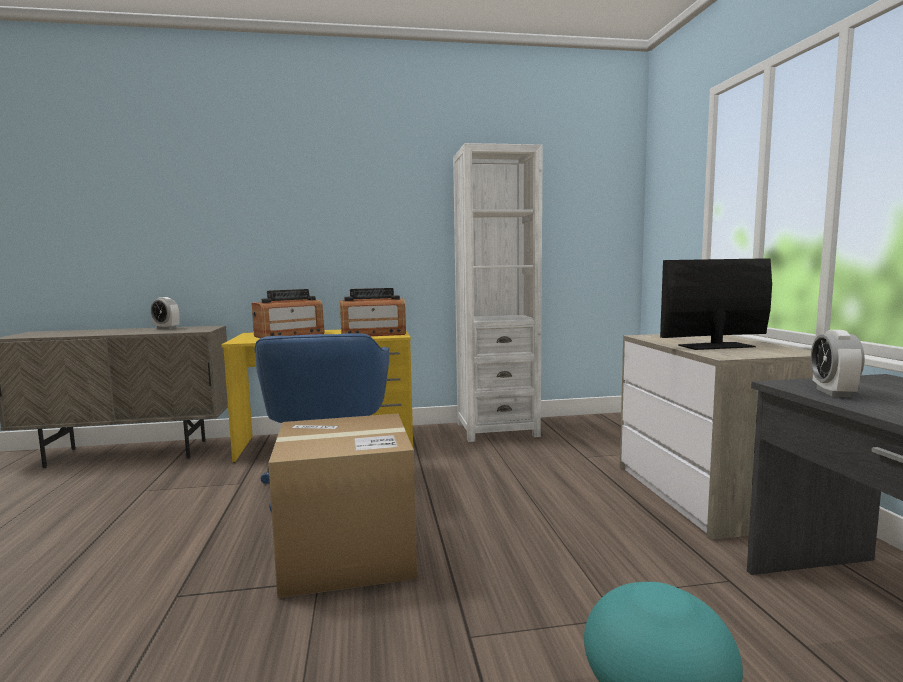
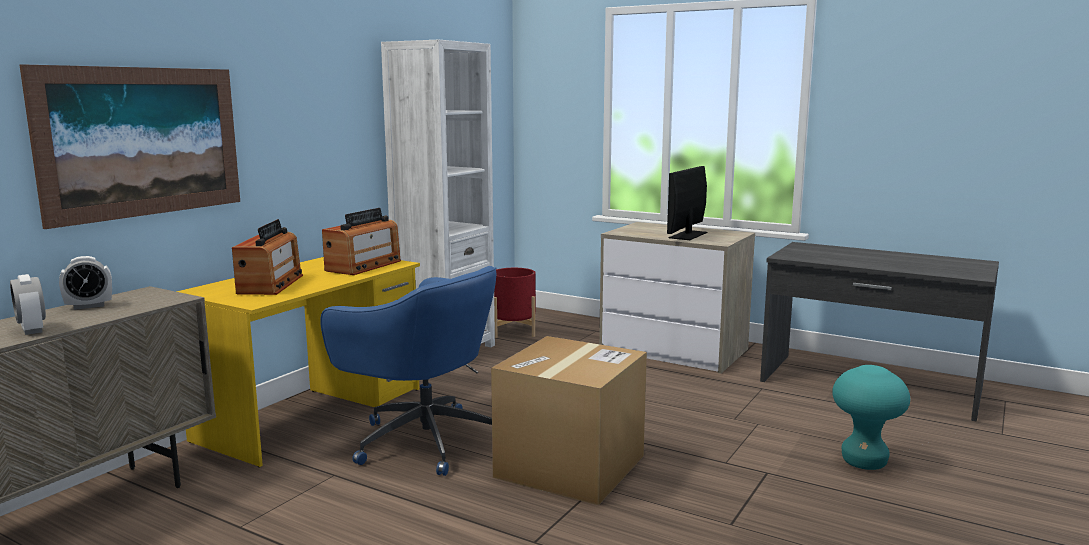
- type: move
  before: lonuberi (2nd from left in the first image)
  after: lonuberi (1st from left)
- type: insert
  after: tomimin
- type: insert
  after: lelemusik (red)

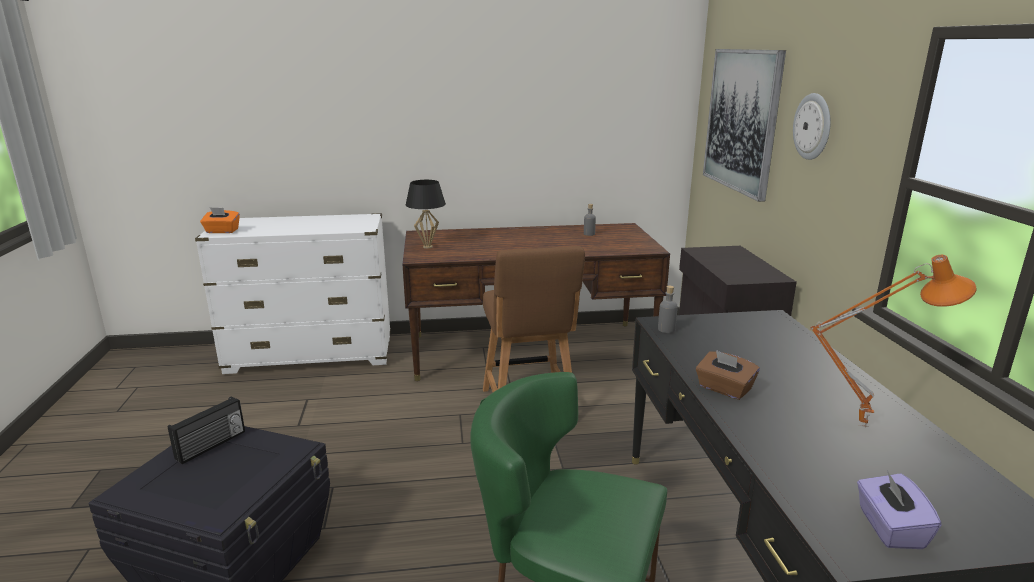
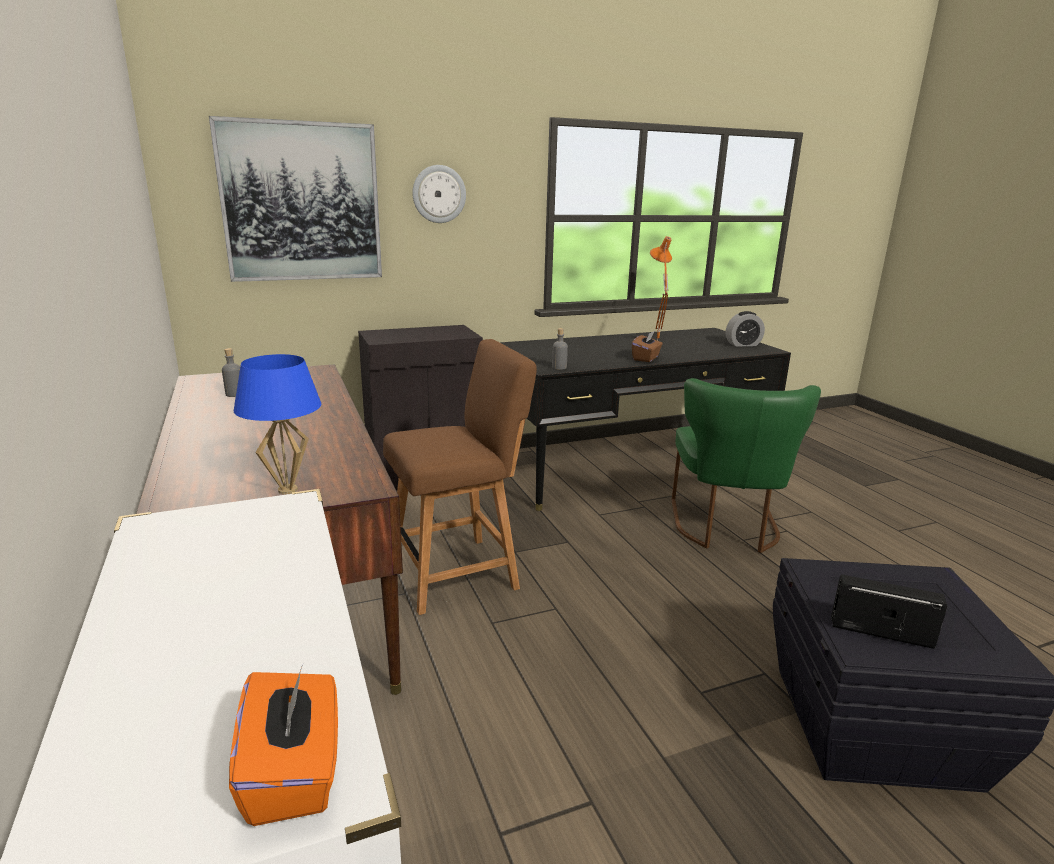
- type: recolor
  before: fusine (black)
  after: fusine (blue)
- type: replace
  before: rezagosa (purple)
  after: lonuberi

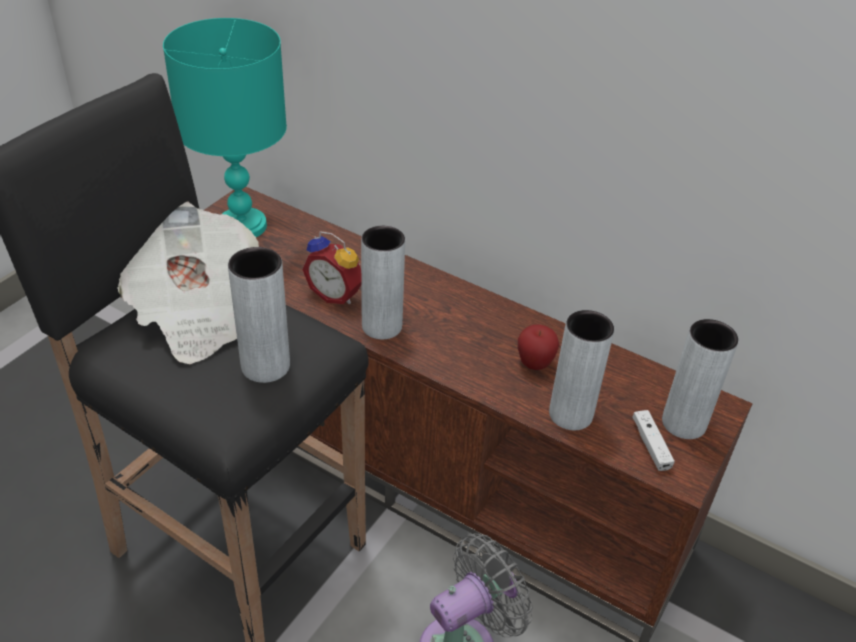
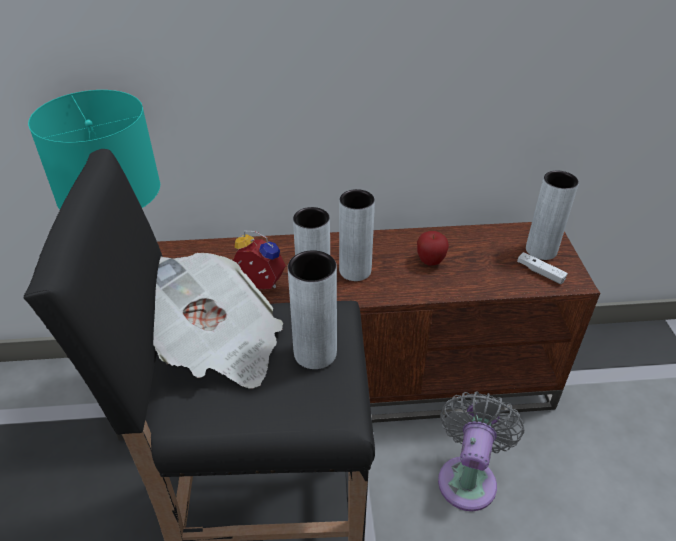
- type: rotate
  before: lonuberi
  turn: -150
- type: move
  before: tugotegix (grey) (3rd from left)

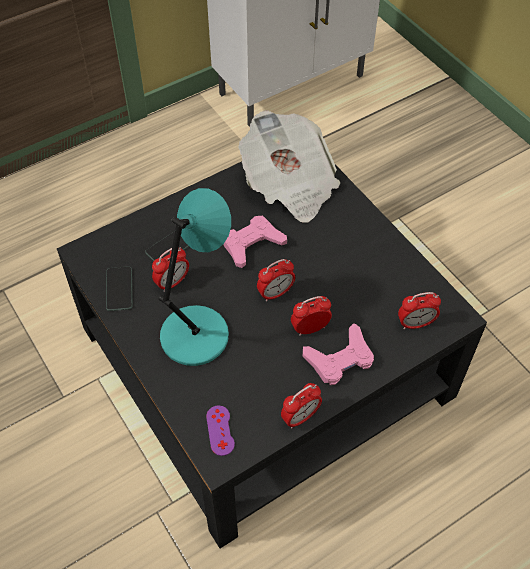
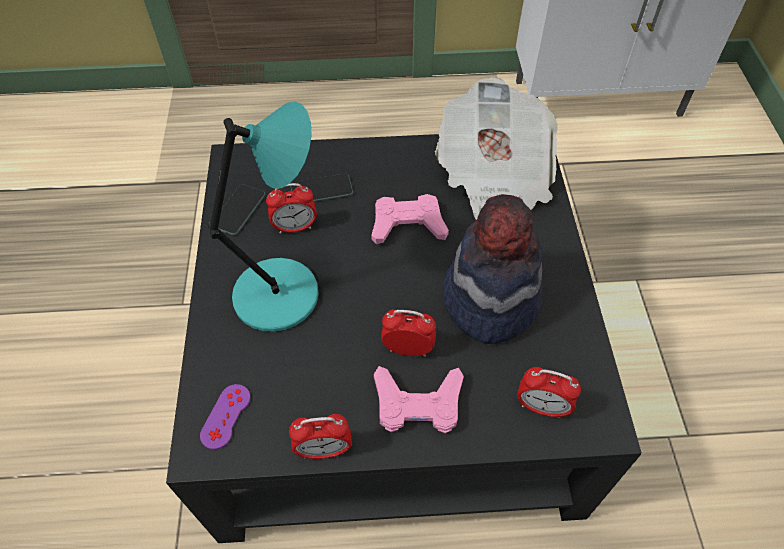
- type: insert
  after: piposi
- type: delete
  before: lonuberi (2nd from left)

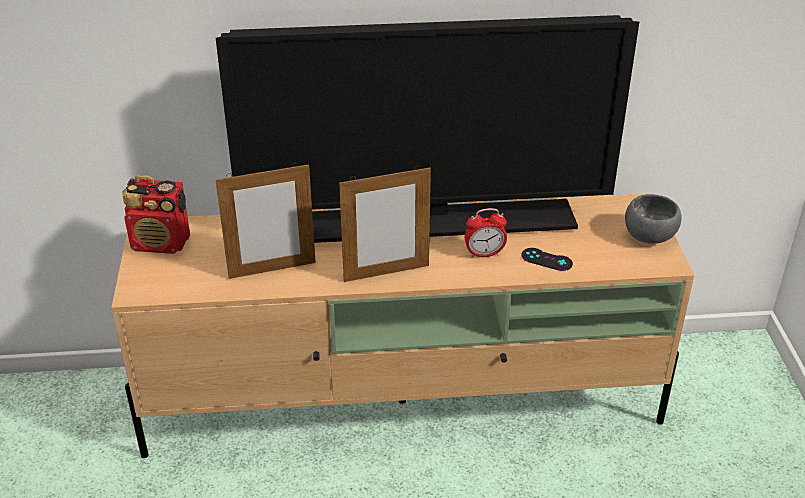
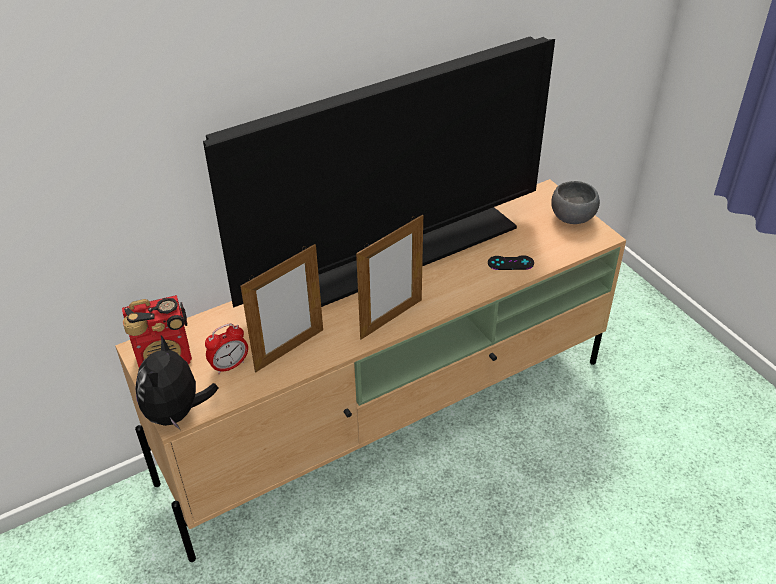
- type: insert
  after: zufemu
- type: move
  before: lonuberi

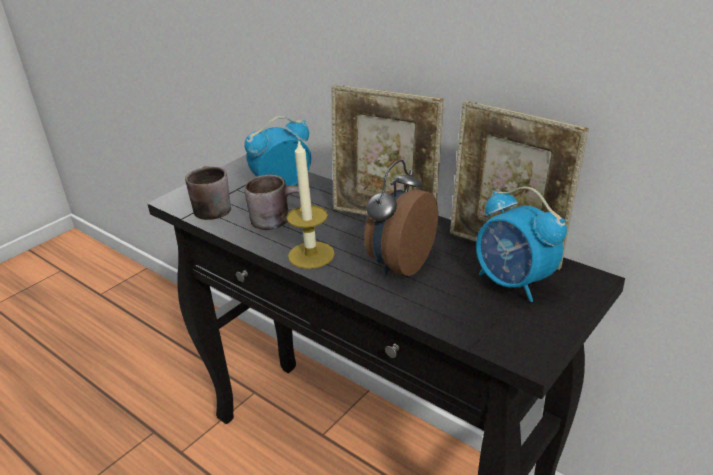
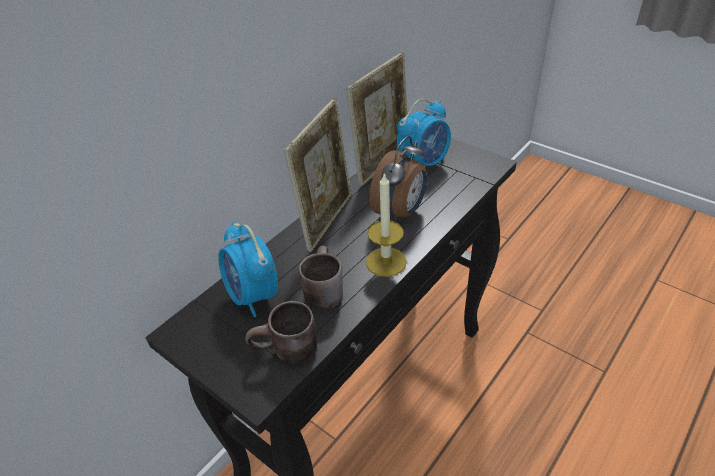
- type: rotate
  before: lonuberi (2nd from left)
  turn: -90

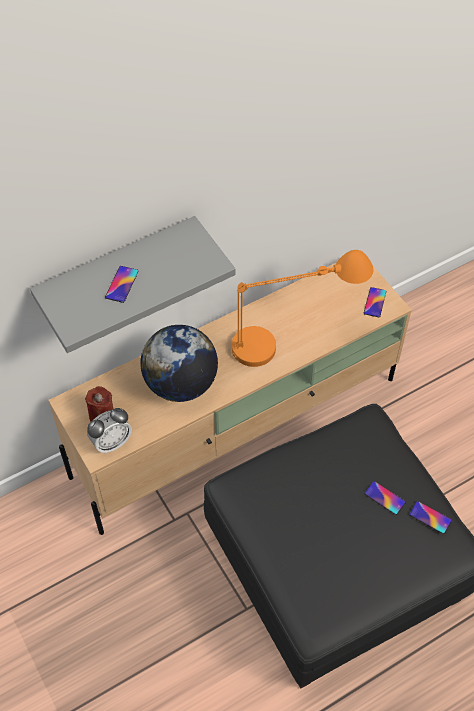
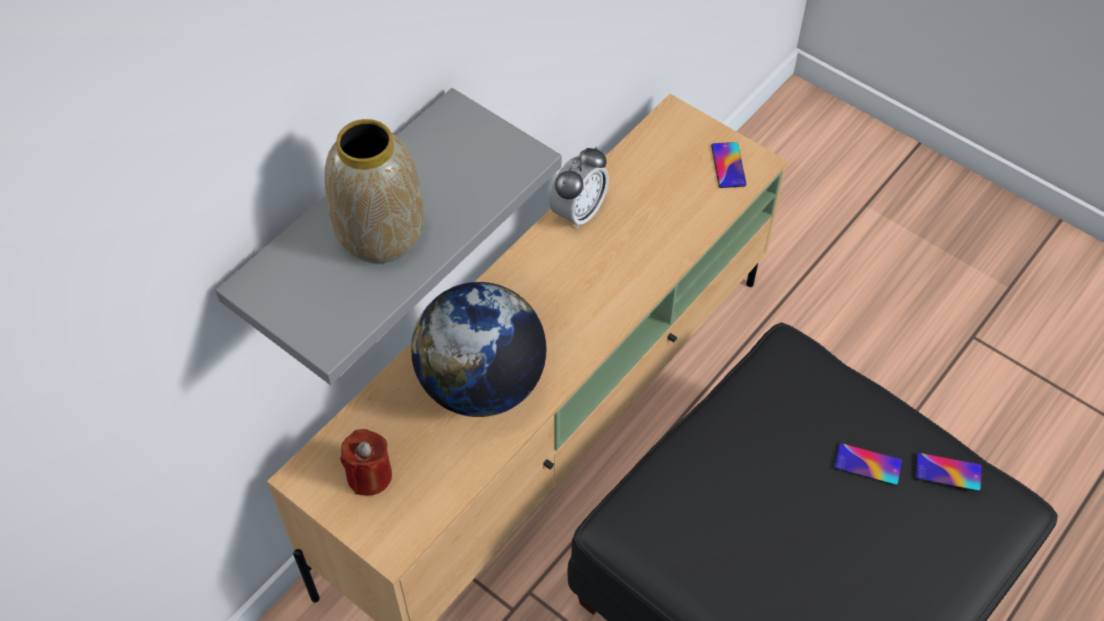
- type: replace
  before: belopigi (1st from left)
  after: tugotegix
- type: move
  before: lonuberi
- type: delete
  before: fusine (orange)

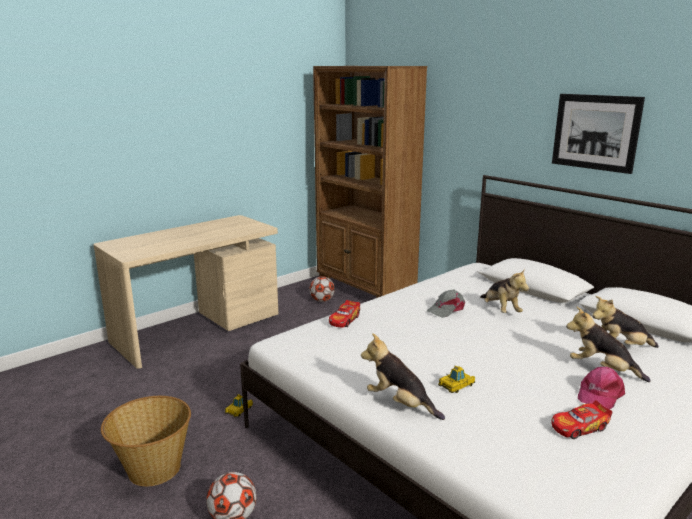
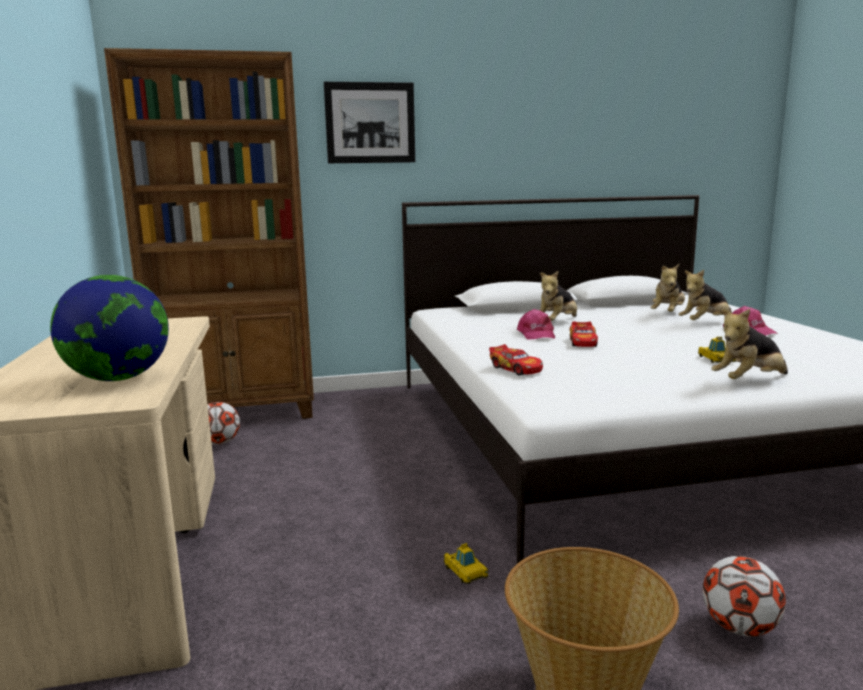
- type: insert
  after: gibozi
- type: move
  before: tomimin
- type: recolor
  before: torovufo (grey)
  after: torovufo (pink) (1st from left)
- type: rotate
  before: zufemu (2nd from left in the first image)
  turn: 120
- type: move
  before: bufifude (4th from left in the first image)
  after: bufifude (3rd from left)

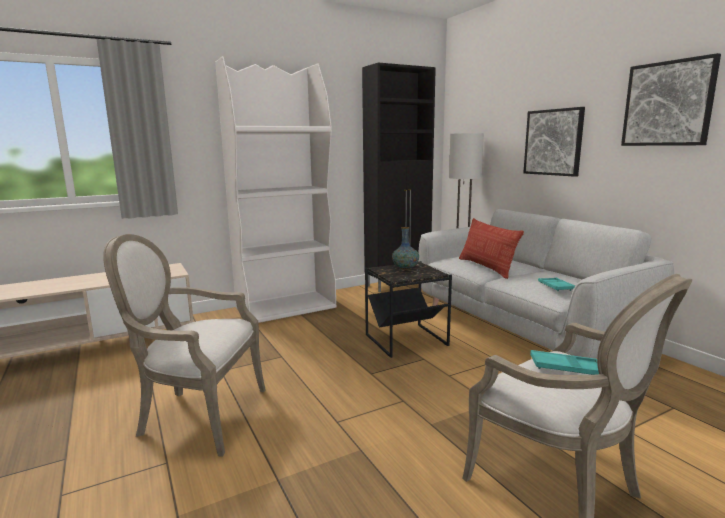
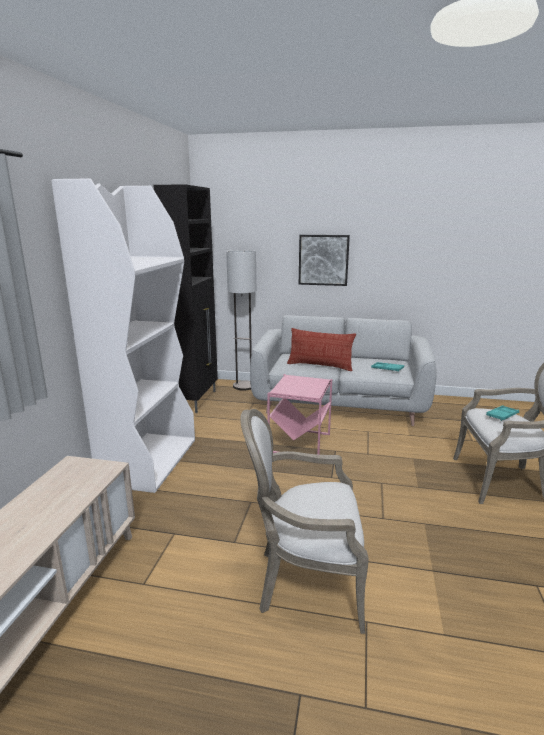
- type: rotate
  before: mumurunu (1st from left)
  turn: 45
- type: recolor
  before: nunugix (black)
  after: nunugix (pink)
- type: delete
  before: tugotegix
- type: delete
  before: tomimin (2nd from left)

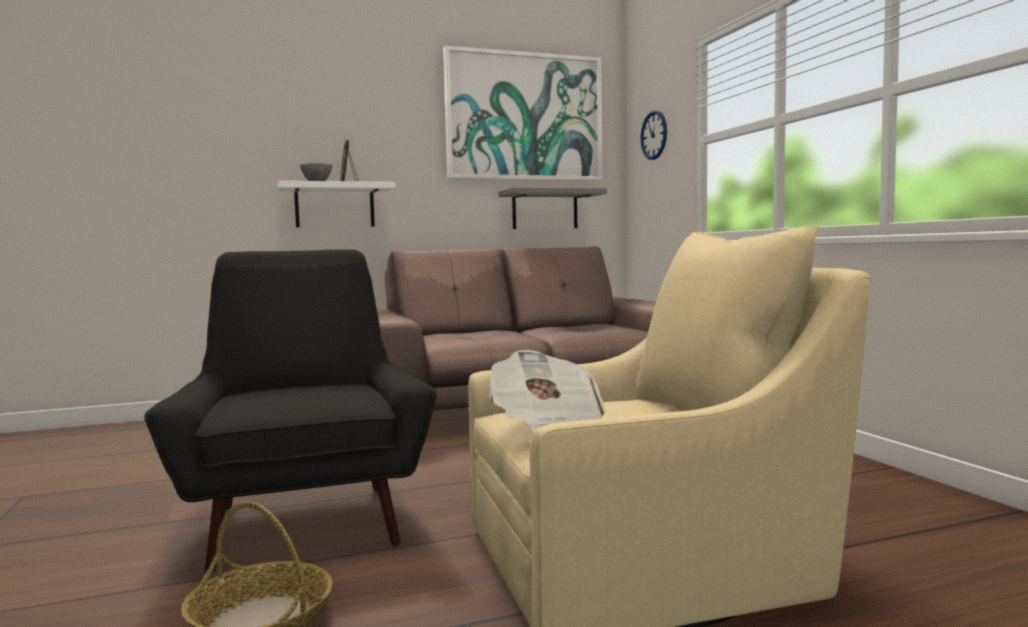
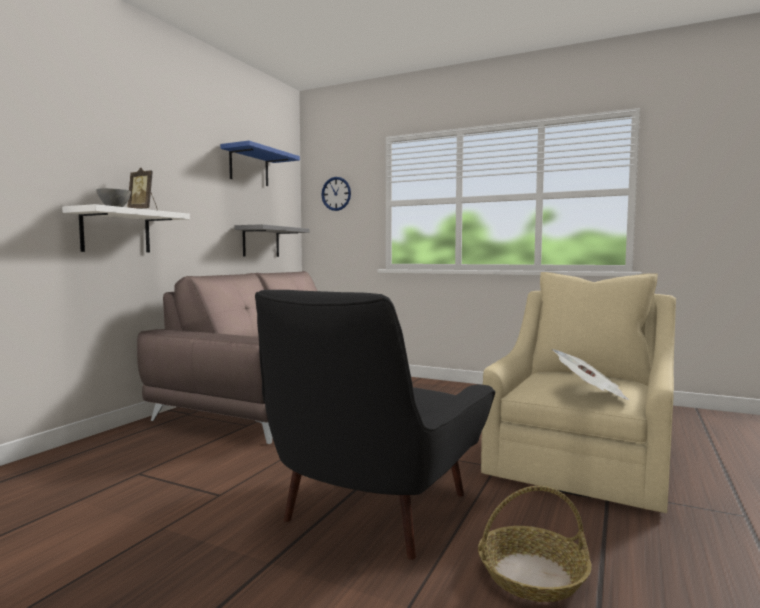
- type: replace
  before: tomimin
  after: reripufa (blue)
- type: rotate
  before: mumurunu (black)
  turn: -90

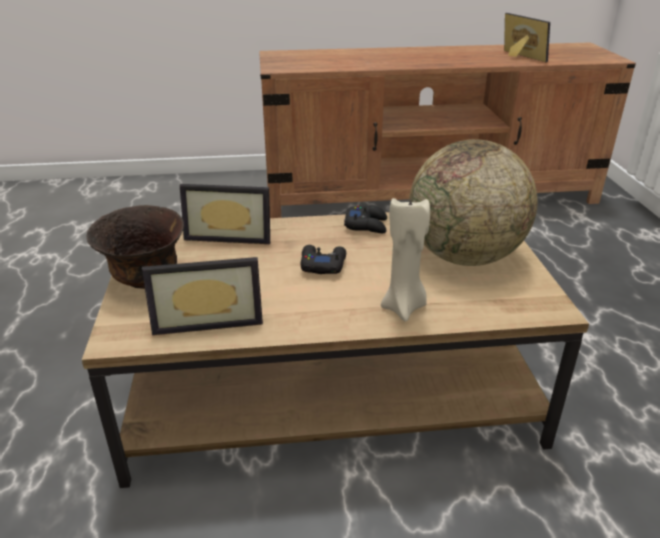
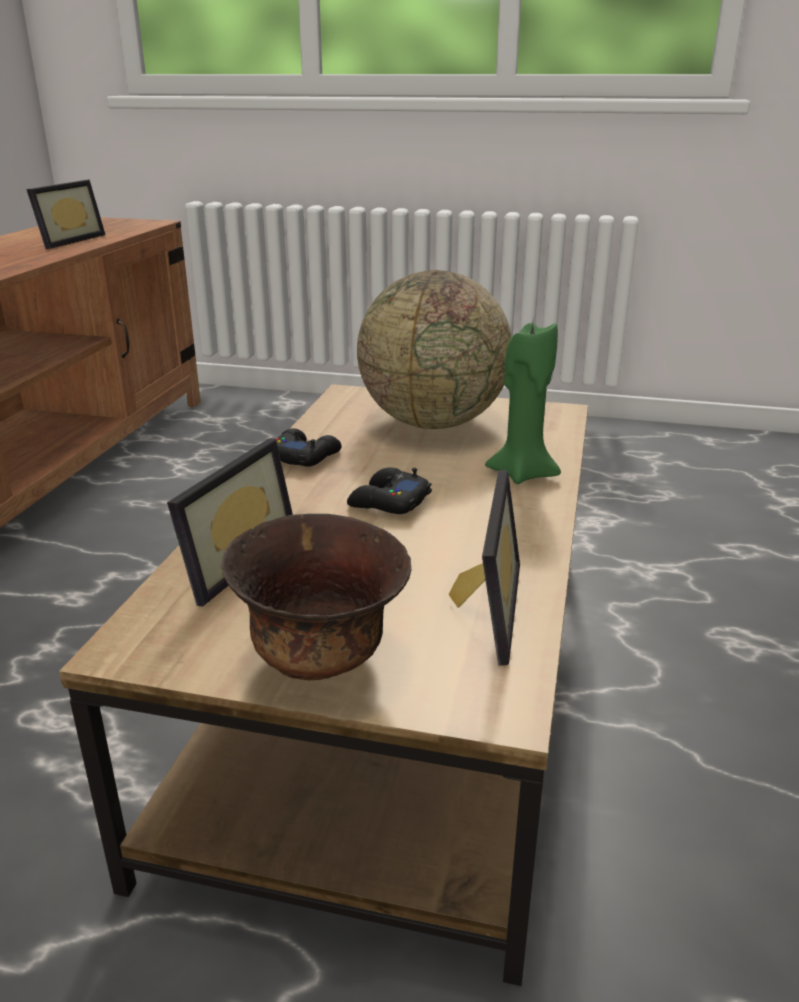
- type: rotate
  before: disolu (3rd from left in the first image)
  turn: 120
- type: recolor
  before: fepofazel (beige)
  after: fepofazel (green)

